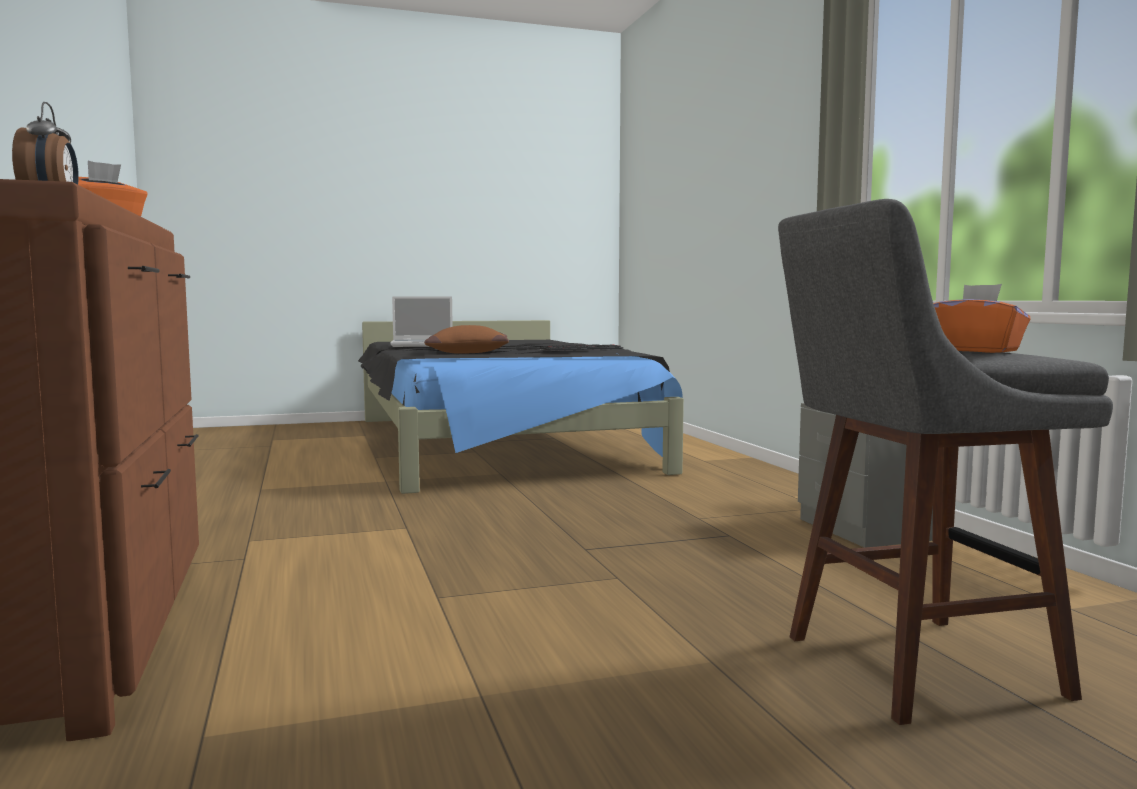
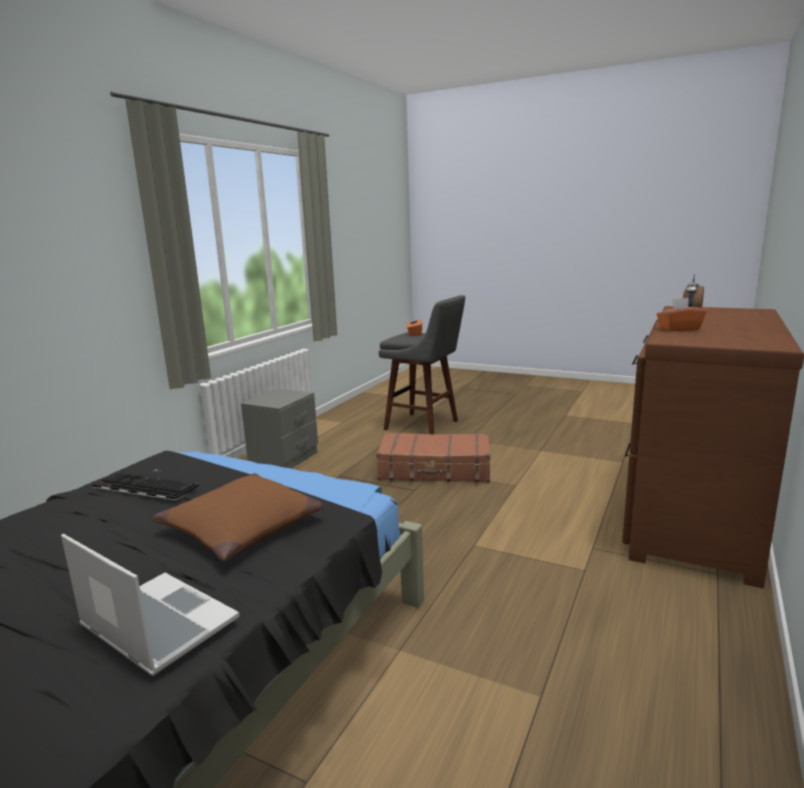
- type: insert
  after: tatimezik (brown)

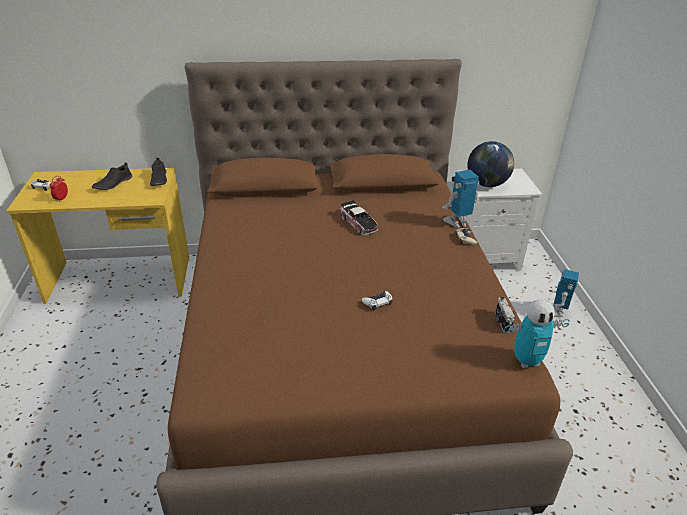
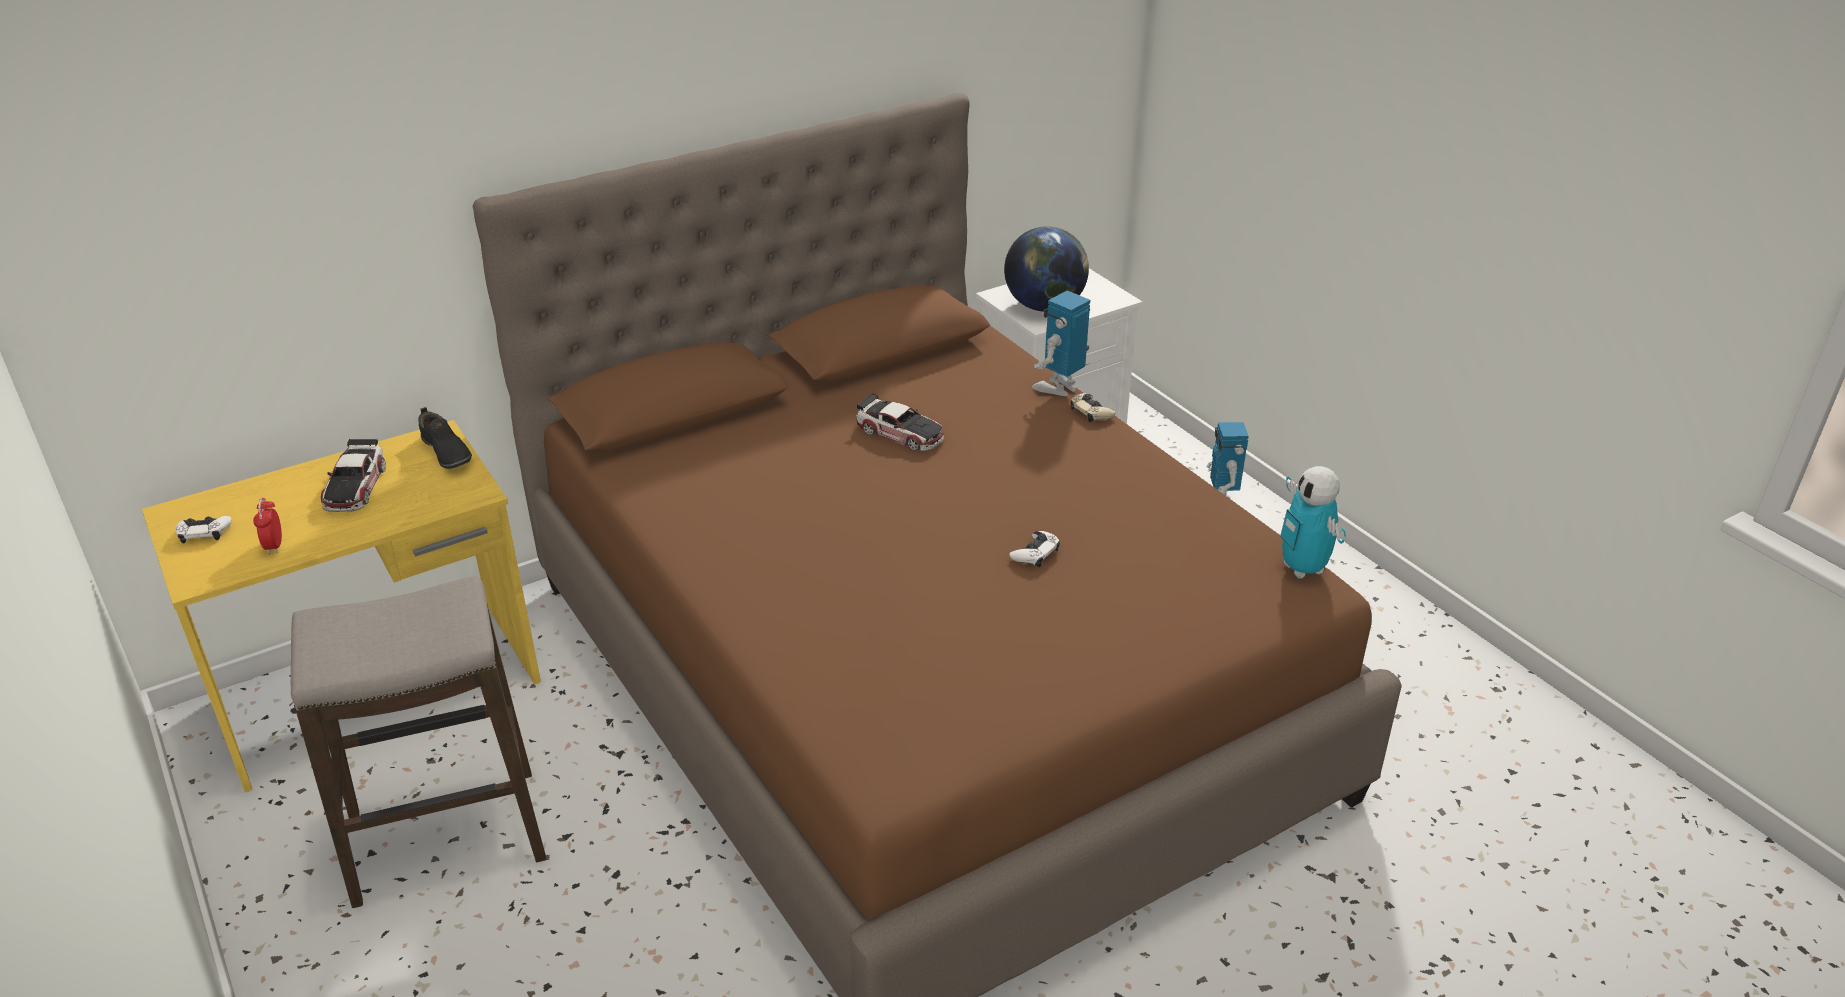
- type: insert
  after: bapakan
- type: replace
  before: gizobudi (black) (1st from left)
  after: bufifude (1st from left)
- type: rotate
  before: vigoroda (2nd from left in the first image)
  turn: 105
- type: delete
  before: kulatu

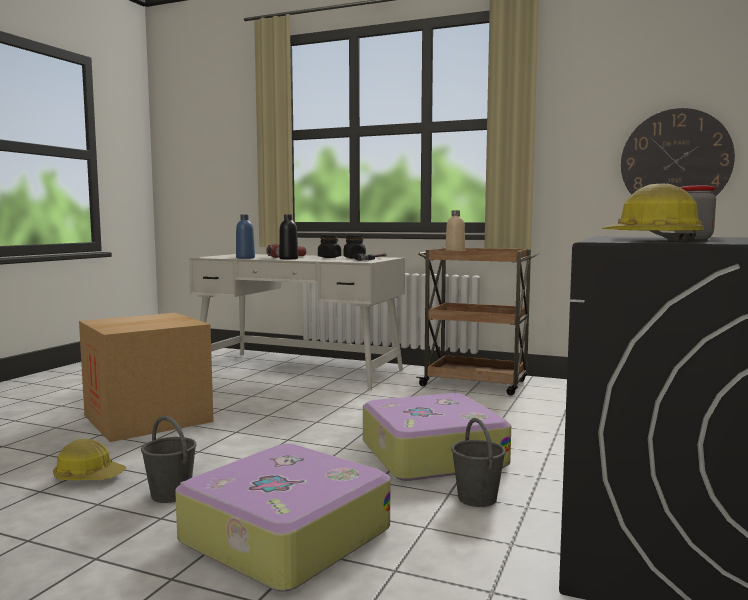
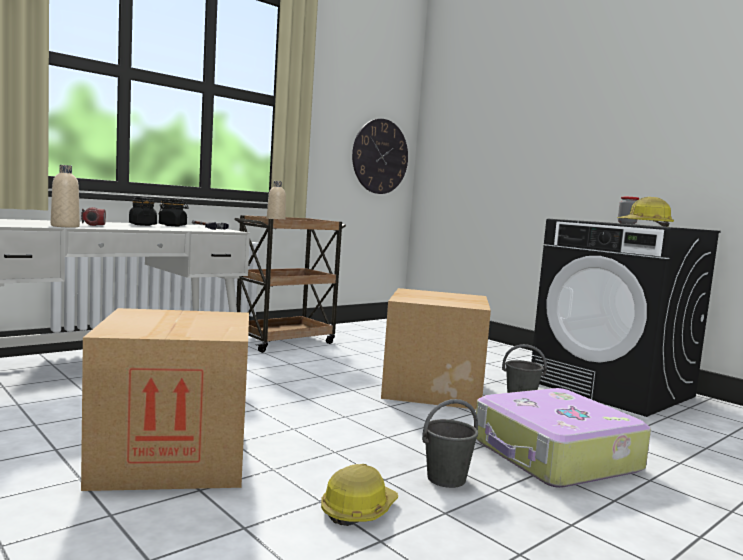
- type: recolor
  before: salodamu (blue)
  after: salodamu (beige) (1st from left)
- type: replace
  before: tatimezik (2nd from left)
  after: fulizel (2nd from left)
- type: delete
  before: salodamu (black)

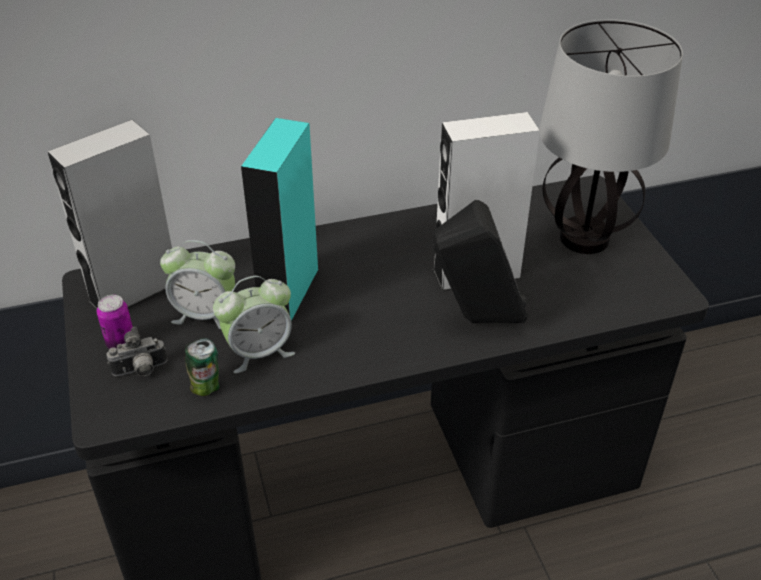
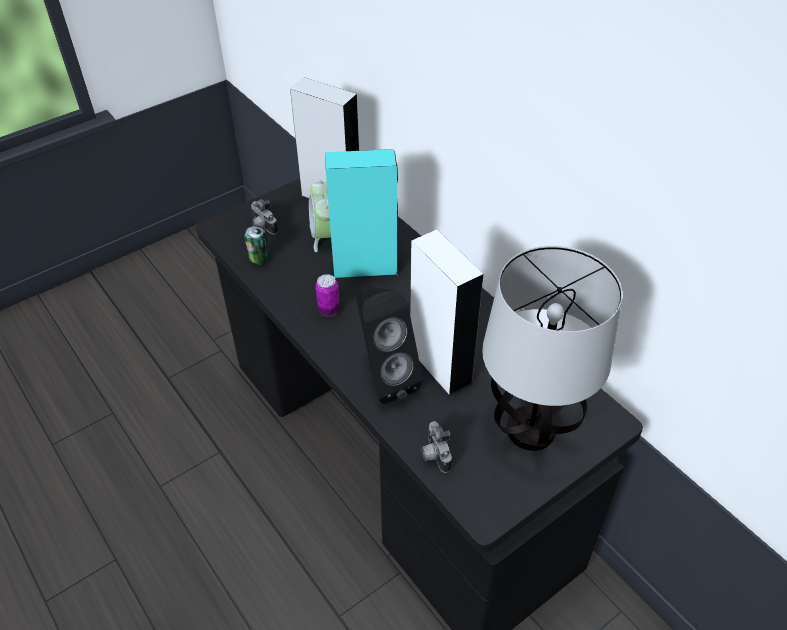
- type: move
  before: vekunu (1st from left in the first image)
  after: vekunu (2nd from left)
- type: insert
  after: kulatu (2nd from left)
- type: delete
  before: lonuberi (2nd from left)

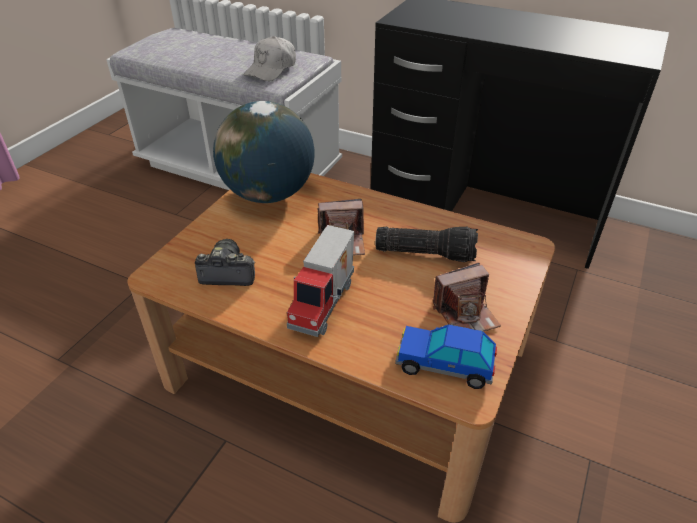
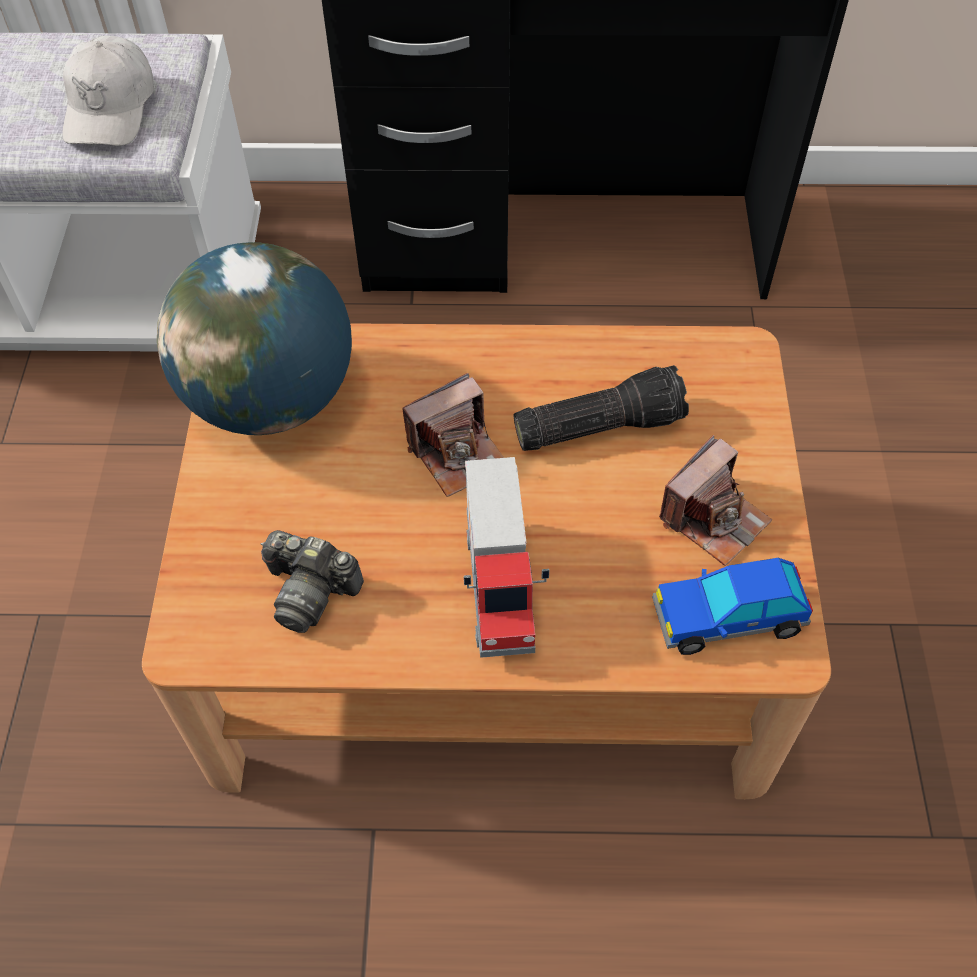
- type: rotate
  before: kulatu (1st from left)
  turn: -135

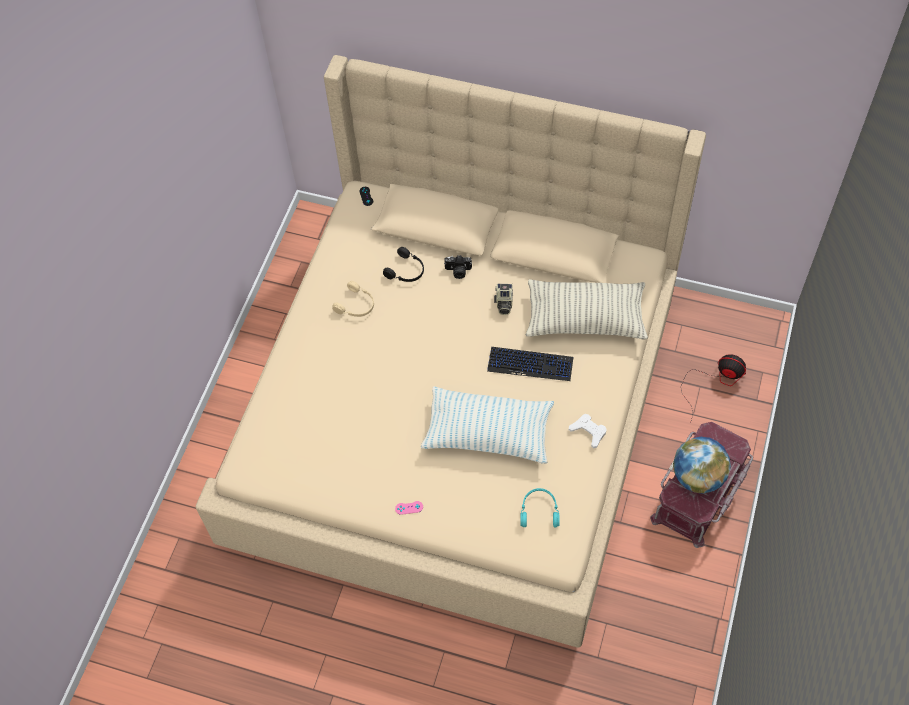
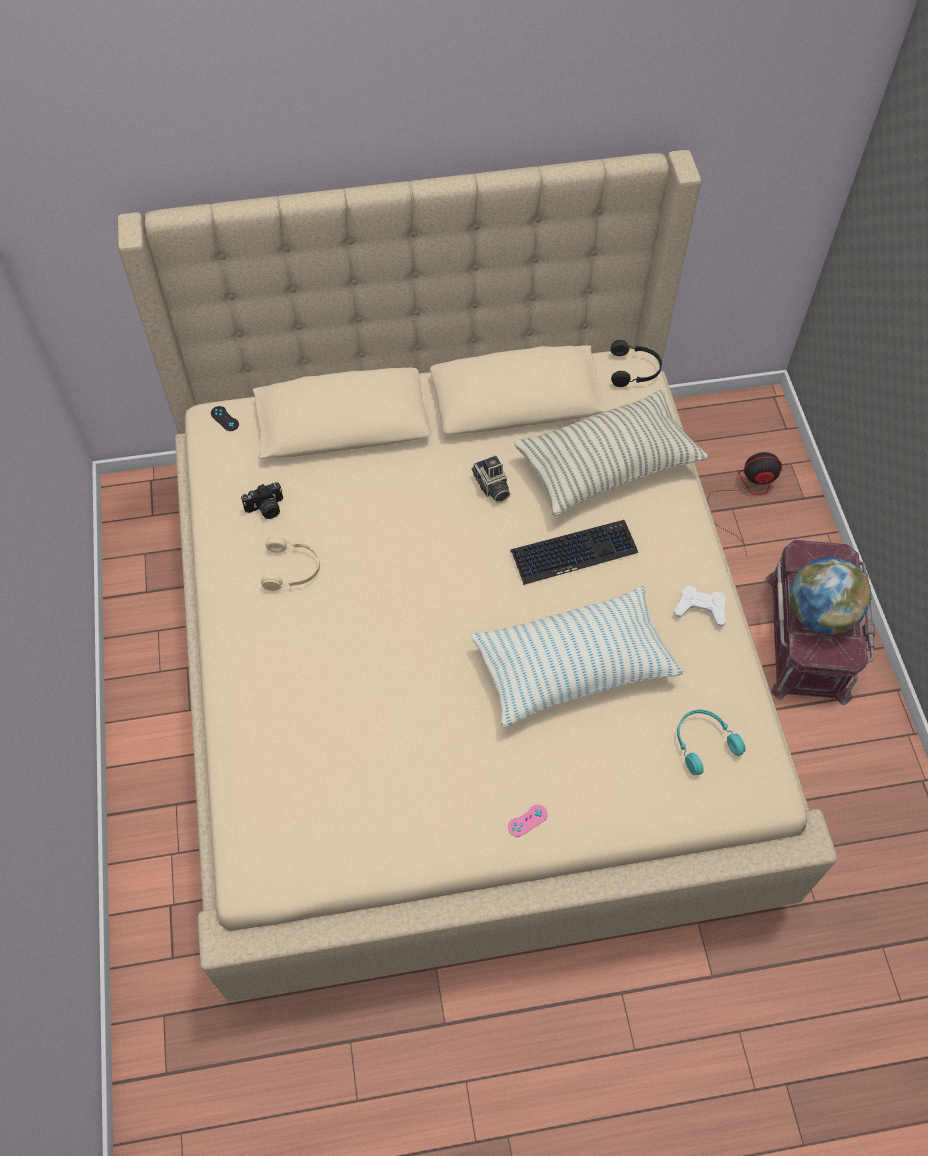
- type: move
  before: kulatu (1st from left)
- type: move
  before: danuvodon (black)

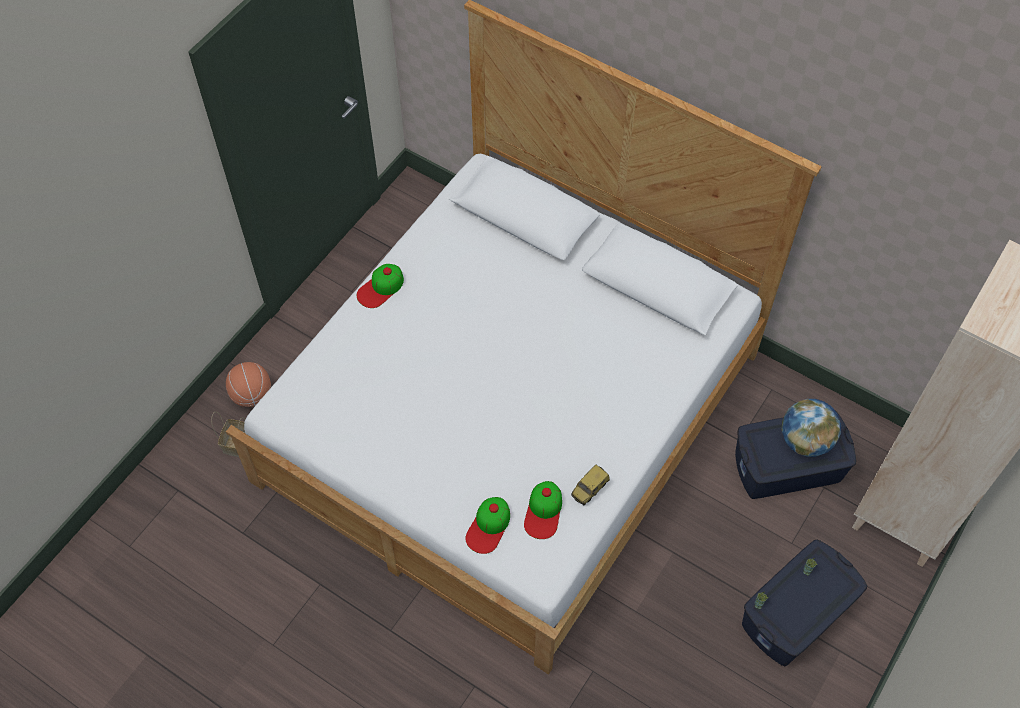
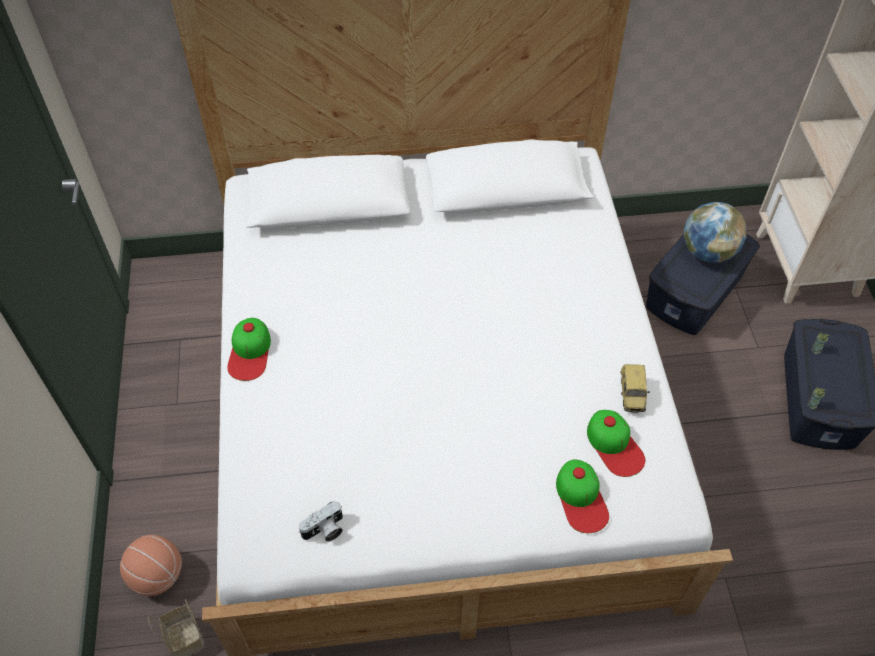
- type: insert
  after: kulatu

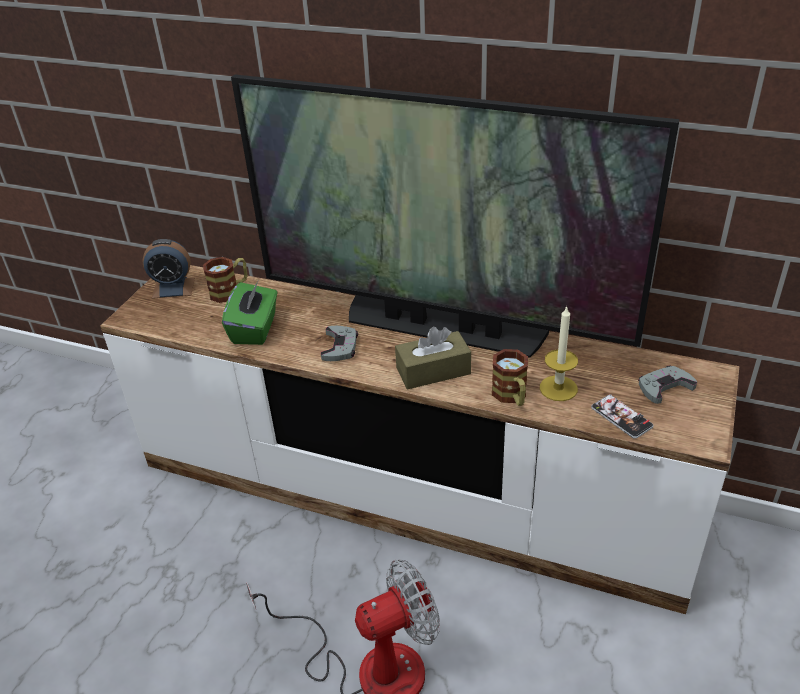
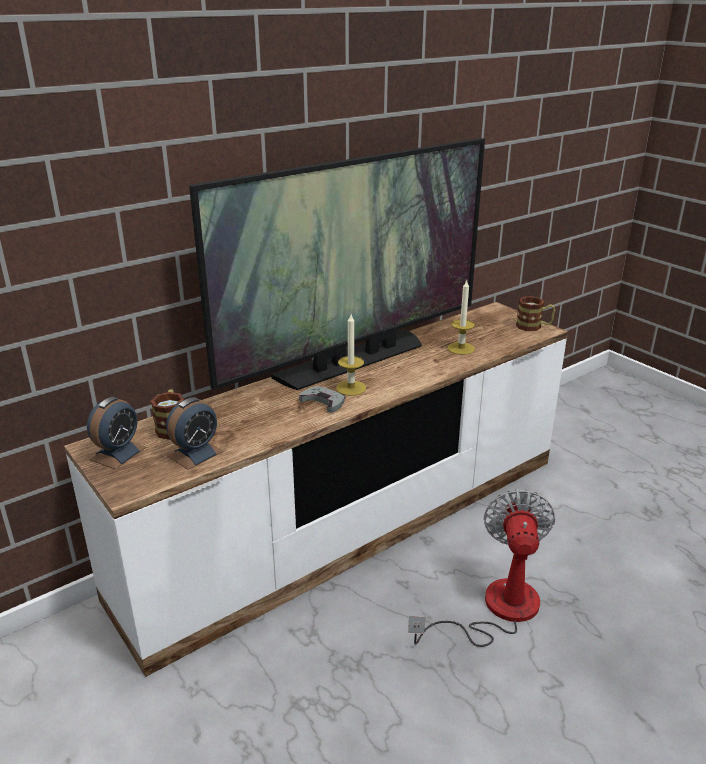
- type: insert
  after: lonuberi (2nd from left)
- type: insert
  after: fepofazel (1st from left)
- type: move
  before: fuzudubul (2nd from left)
- type: delete
  before: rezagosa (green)
- type: delete
  before: rezagosa (brown)
- type: delete
  before: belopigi
- type: delete
  before: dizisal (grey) (2nd from left)

